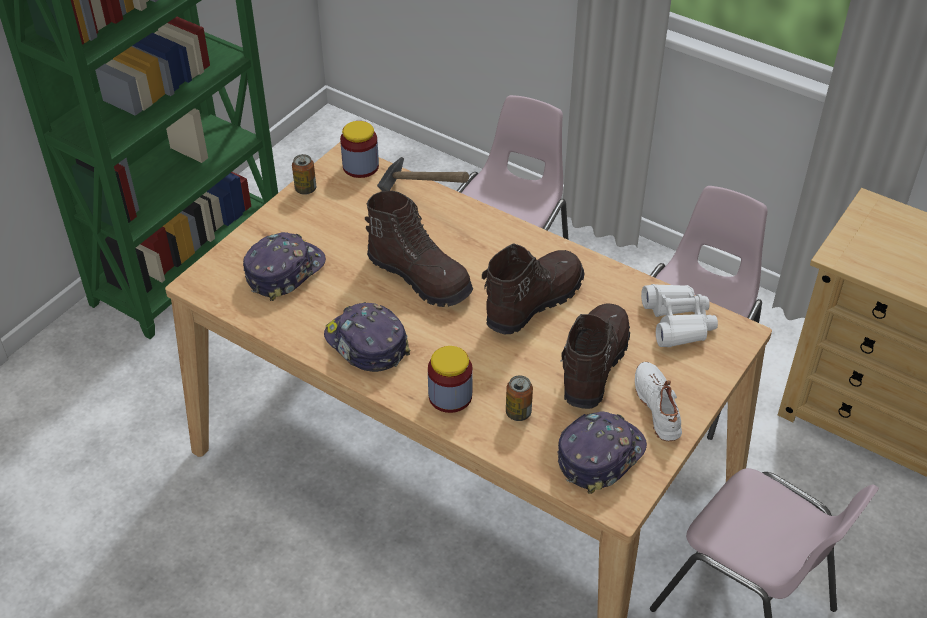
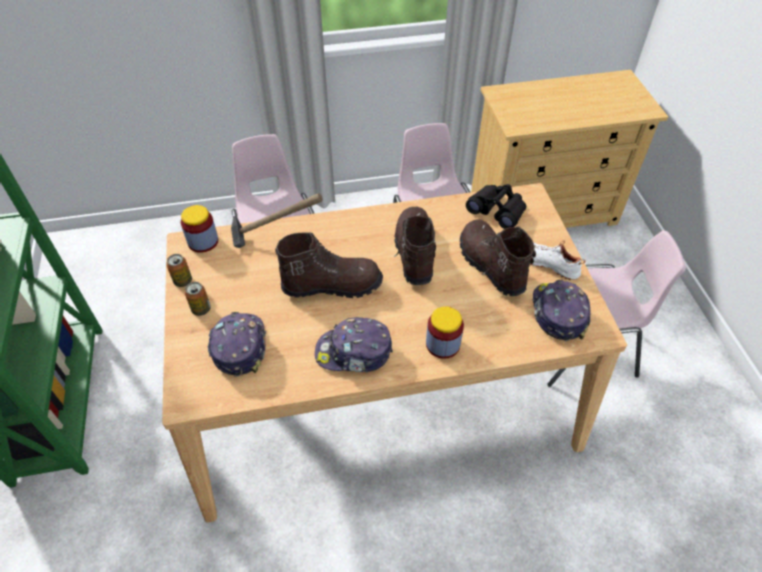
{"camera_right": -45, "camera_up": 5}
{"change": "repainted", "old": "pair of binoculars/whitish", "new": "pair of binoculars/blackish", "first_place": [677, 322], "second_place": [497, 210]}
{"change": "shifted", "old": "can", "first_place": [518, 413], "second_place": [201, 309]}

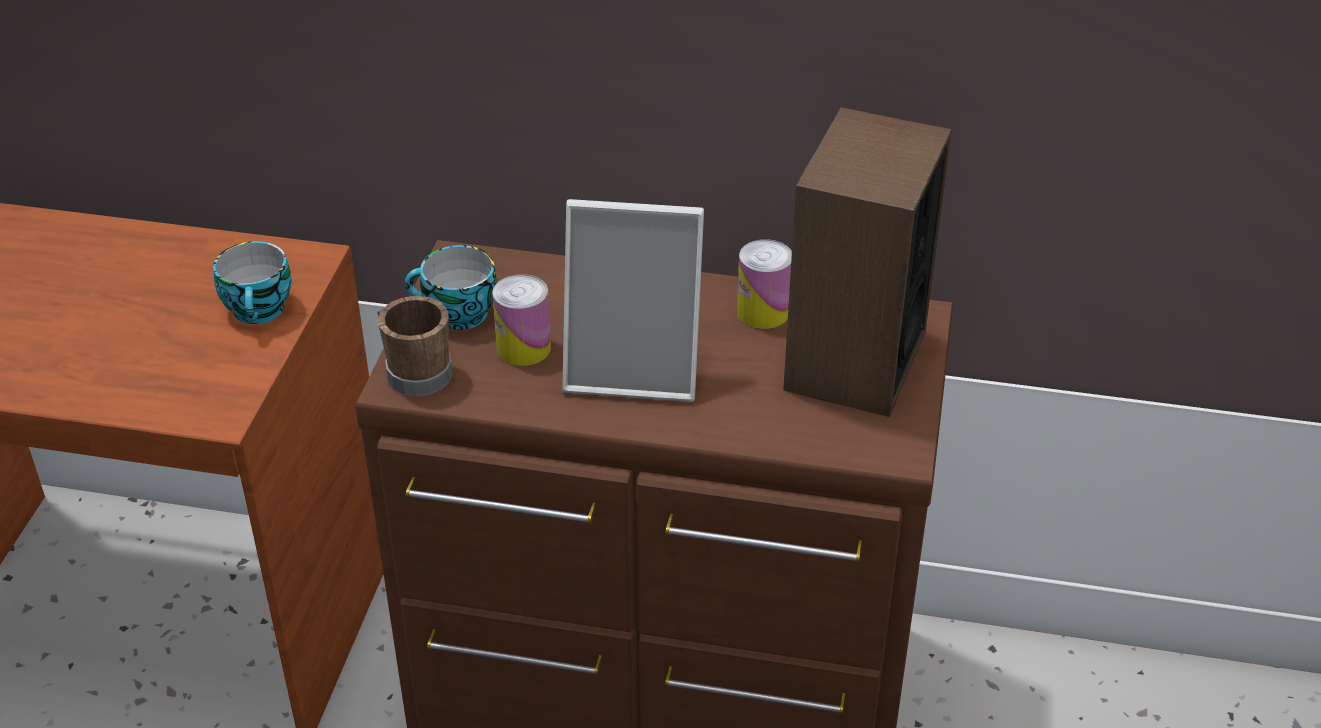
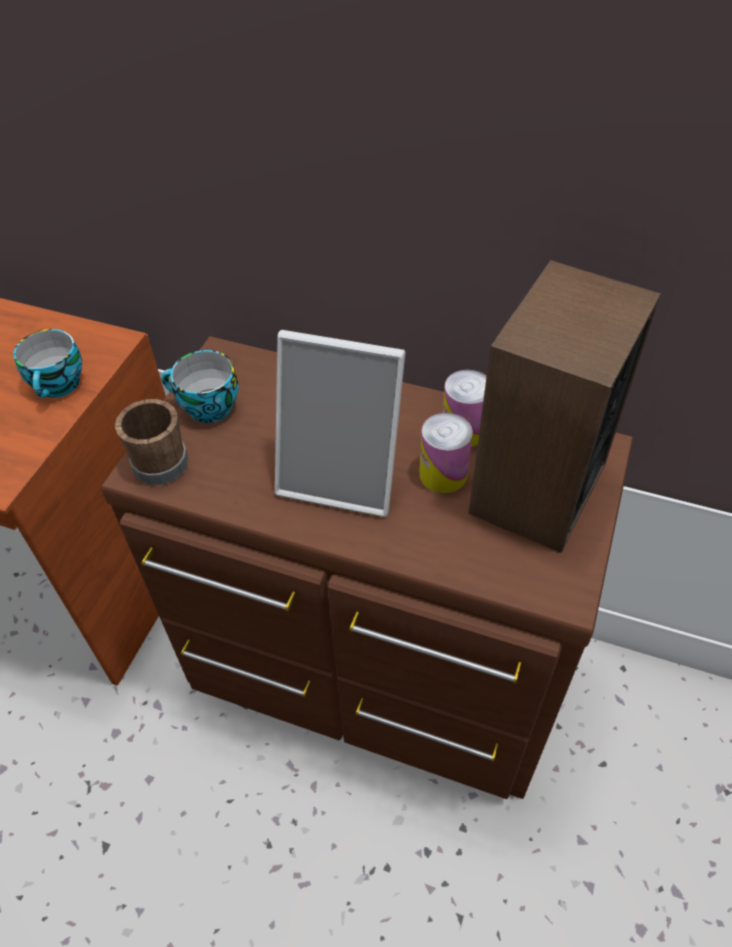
{"camera_right": 10, "camera_up": 10}
{"change": "shifted", "old": "can", "first_place": [523, 348], "second_place": [443, 474]}

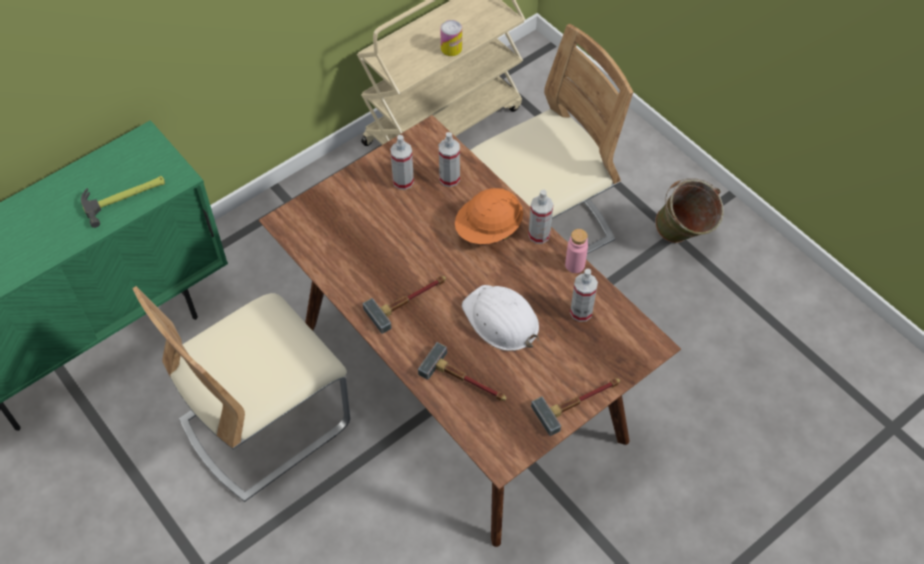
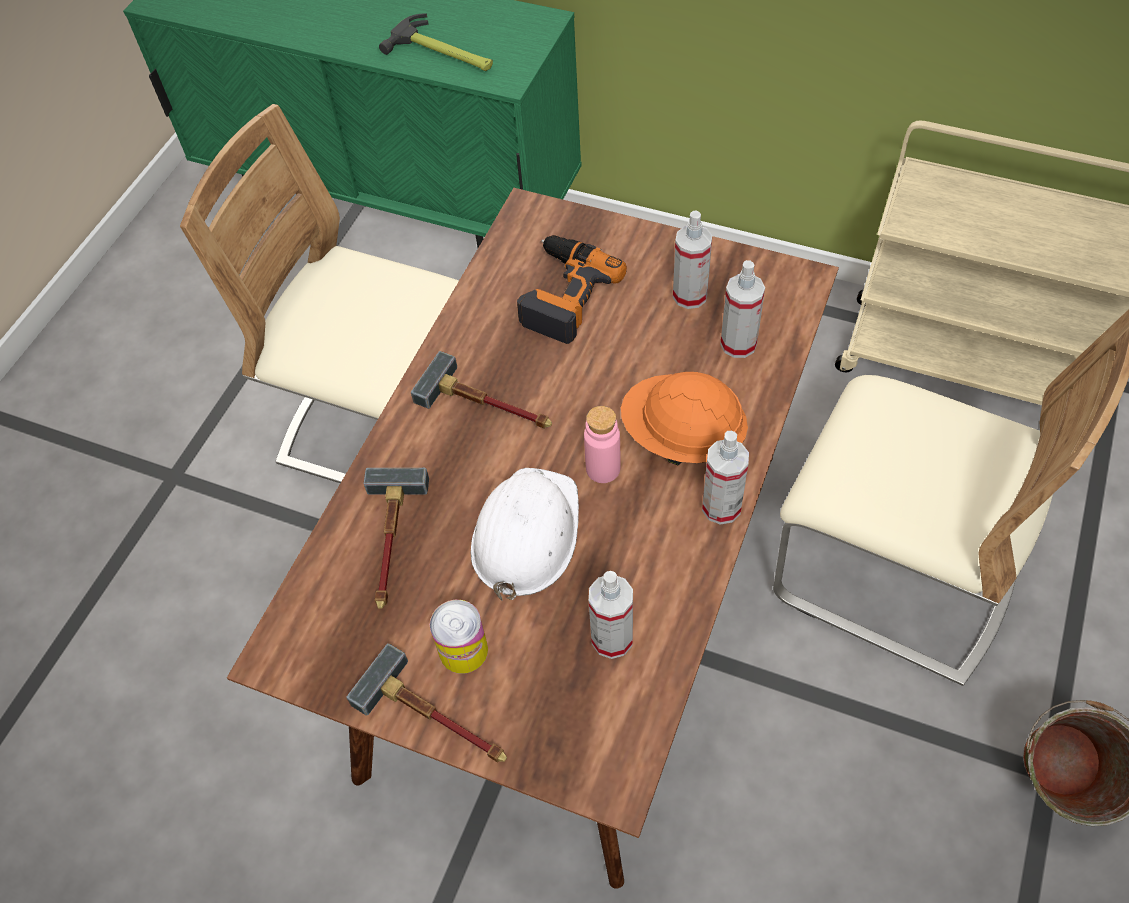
{"camera_right": 65, "camera_up": 0}
{"change": "shifted", "old": "can", "first_place": [451, 48], "second_place": [463, 650]}
{"change": "shifted", "old": "drink bottle/pinkish", "first_place": [575, 265], "second_place": [603, 469]}
{"change": "new", "new": "power drill", "second_place": [562, 294]}

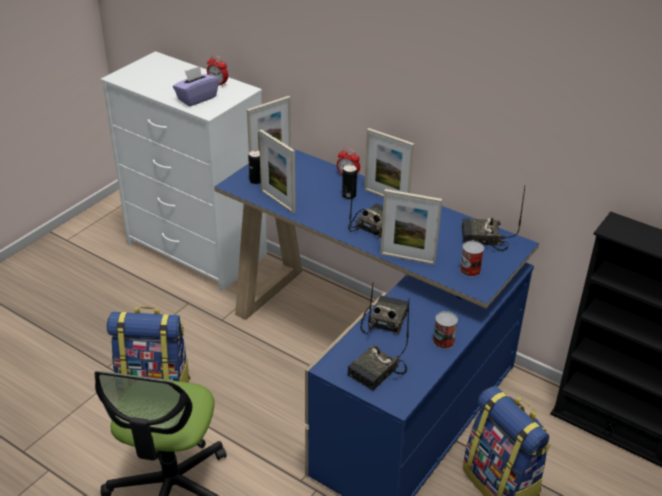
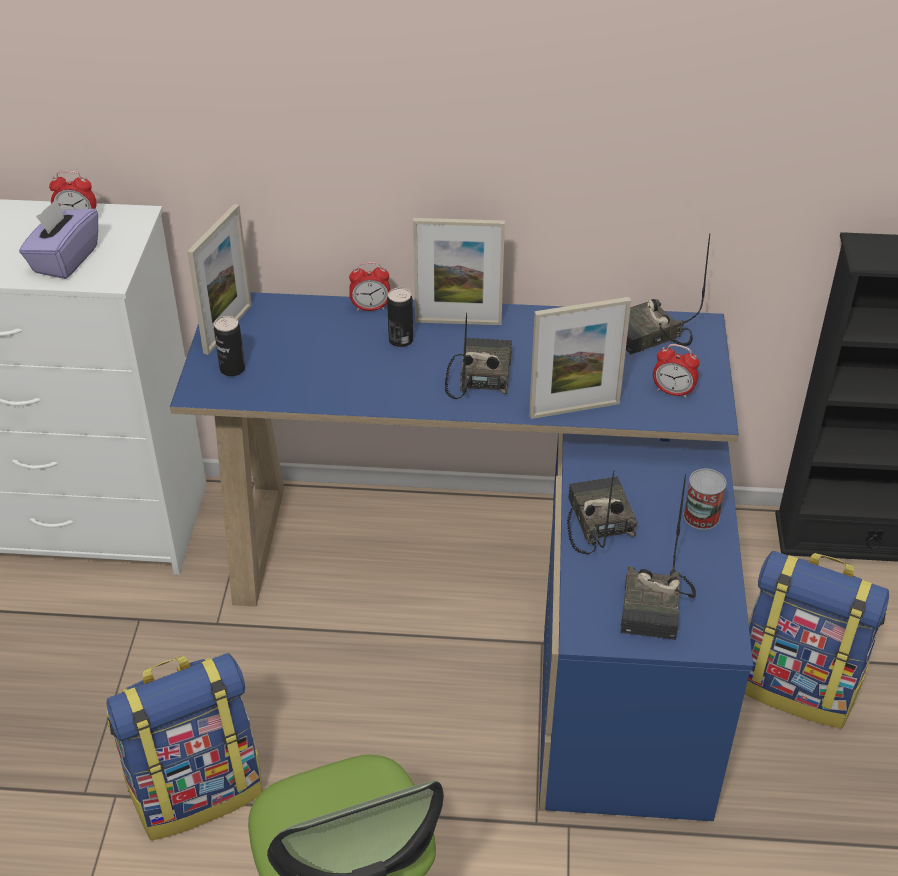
{"camera_right": -30, "camera_up": 5}
{"change": "gone", "old": "picture frame", "first_place": [278, 201]}
{"change": "swapped", "old": "can", "new": "alarm clock", "first_place": [470, 270], "second_place": [673, 392]}

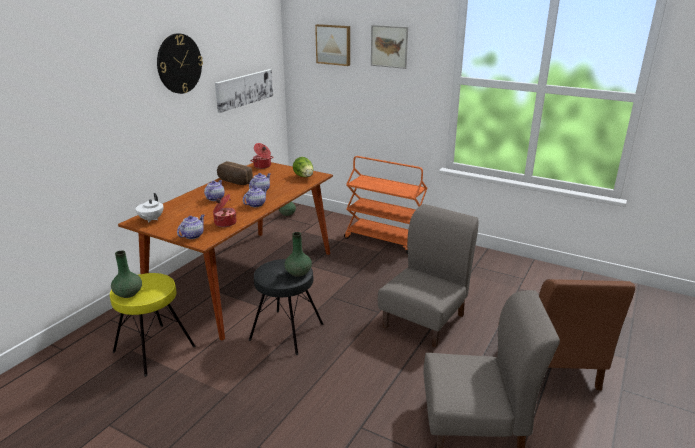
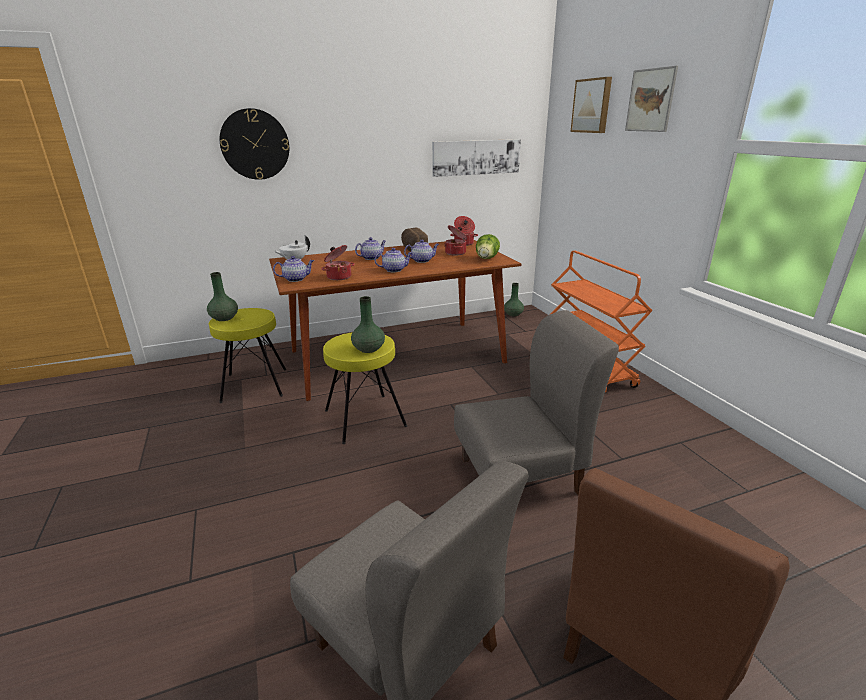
{"camera_right": 40, "camera_up": 0}
{"change": "shifted", "old": "clock on the wall", "first_place": [179, 63], "second_place": [255, 144]}
{"change": "repainted", "old": "sitting stool/blackish", "new": "sitting stool/yellow", "first_place": [287, 332], "second_place": [364, 418]}
{"change": "new", "new": "saucepot", "second_place": [456, 253]}

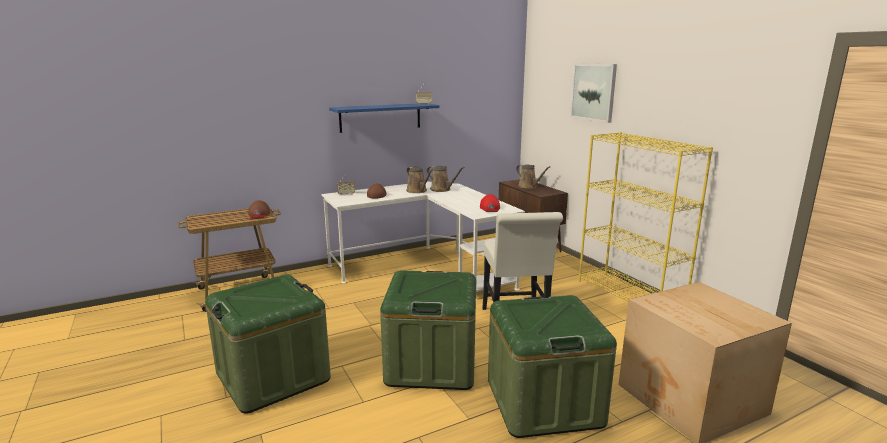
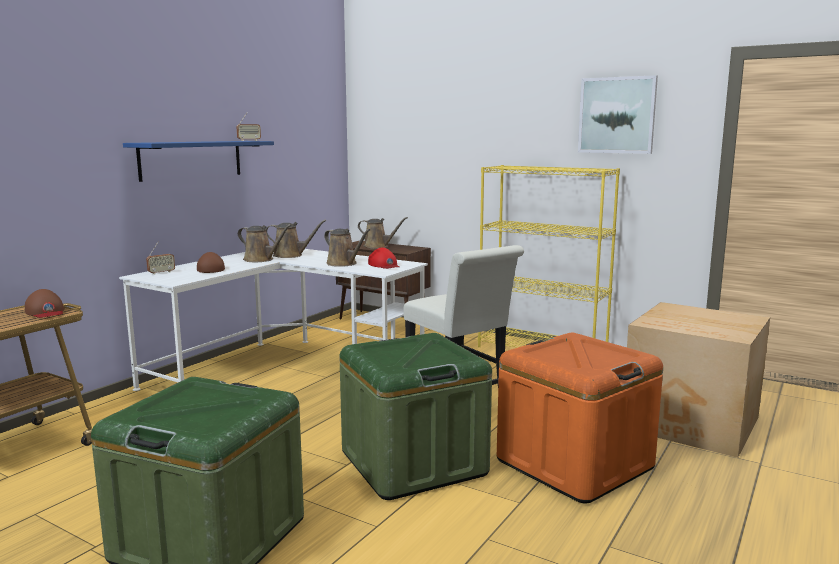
{"camera_right": -30, "camera_up": -5}
{"change": "shifted", "old": "wall art", "first_place": [593, 92], "second_place": [617, 115]}
{"change": "repainted", "old": "storage bin/green", "new": "storage bin/orangey", "first_place": [543, 402], "second_place": [574, 464]}
{"change": "new", "new": "watering pot/brown", "second_place": [343, 264]}

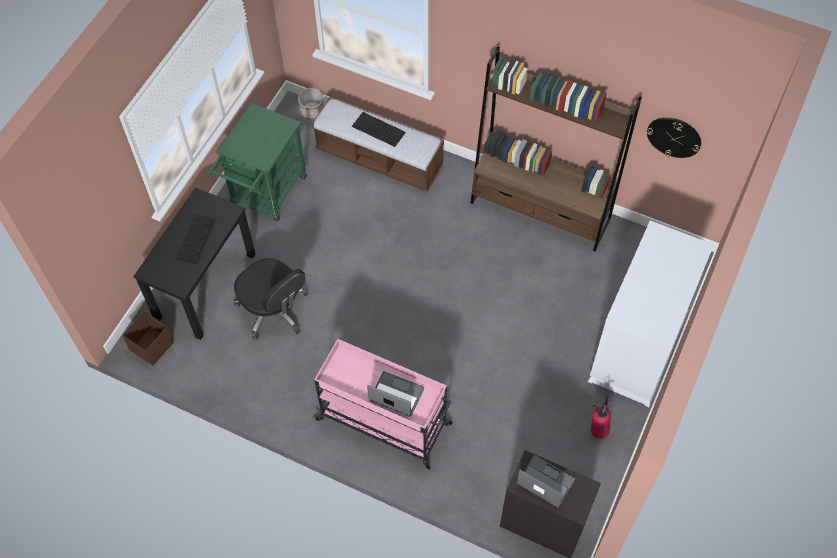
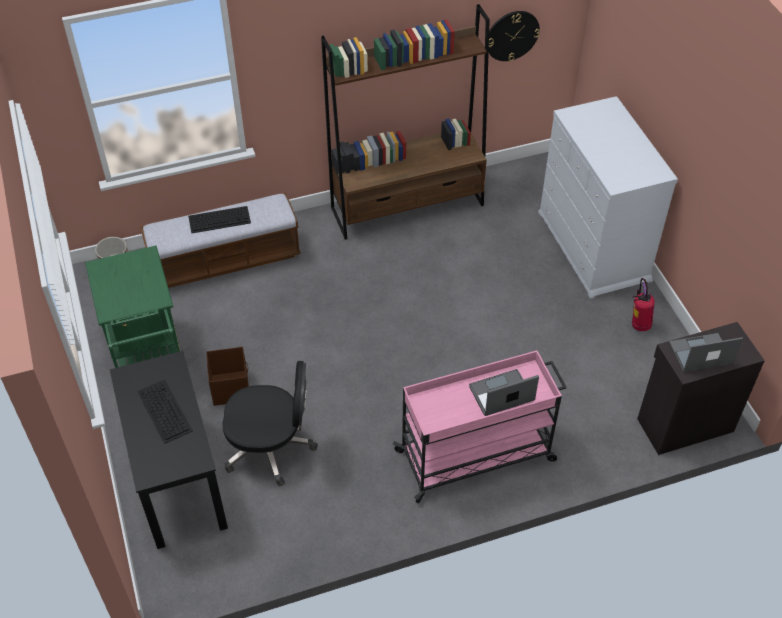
{"camera_right": -45, "camera_up": -10}
{"change": "shifted", "old": "storage bin/brown", "first_place": [153, 346], "second_place": [230, 387]}

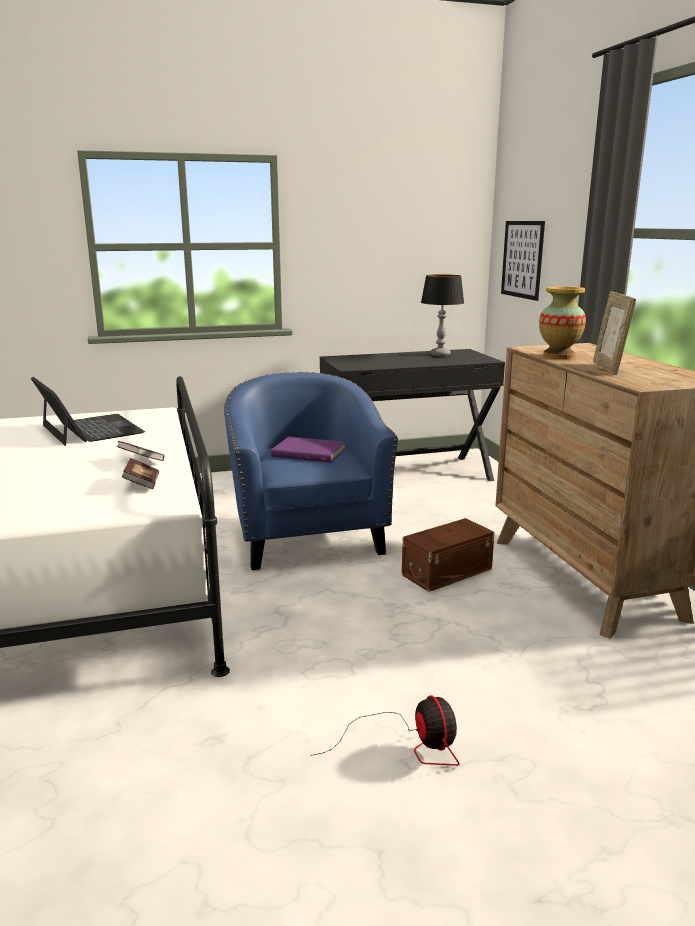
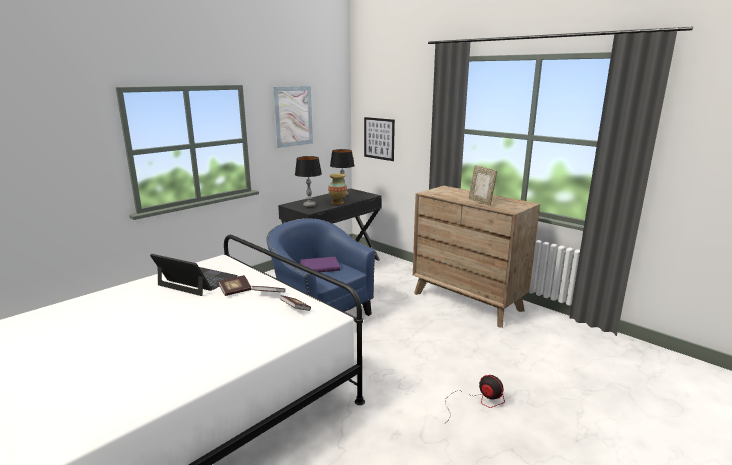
{"camera_right": -30, "camera_up": 0}
{"change": "shifted", "old": "vase", "first_place": [559, 356], "second_place": [338, 202]}
{"change": "gone", "old": "storage bin/brown", "first_place": [445, 572]}
{"change": "new", "new": "wall art", "second_place": [293, 116]}
{"change": "new", "new": "table lamp", "second_place": [309, 205]}
{"change": "new", "new": "book", "second_place": [235, 291]}

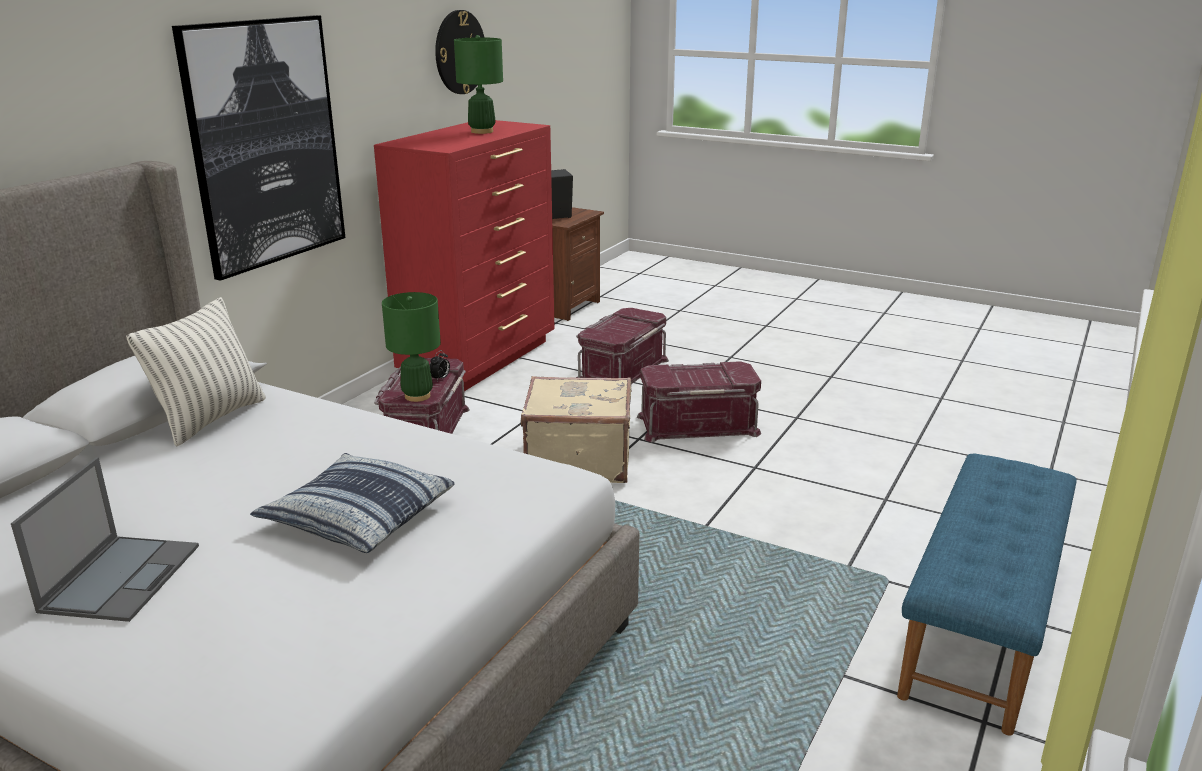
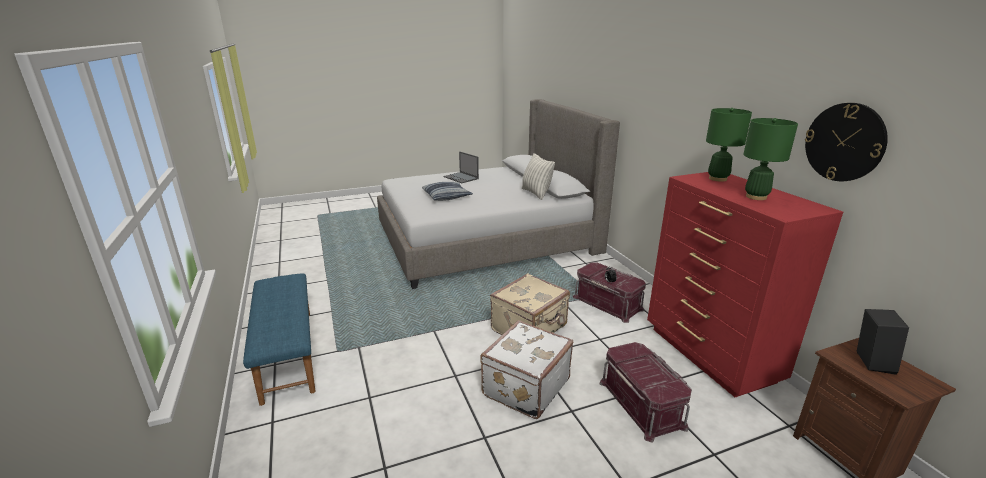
{"camera_right": 130, "camera_up": 0}
{"change": "gone", "old": "wall art", "first_place": [265, 144]}
{"change": "shifted", "old": "table lamp/green", "first_place": [417, 396], "second_place": [718, 179]}
{"change": "swapped", "old": "storage bin/red", "new": "piece of luggage/whitish", "first_place": [697, 424], "second_place": [524, 387]}

